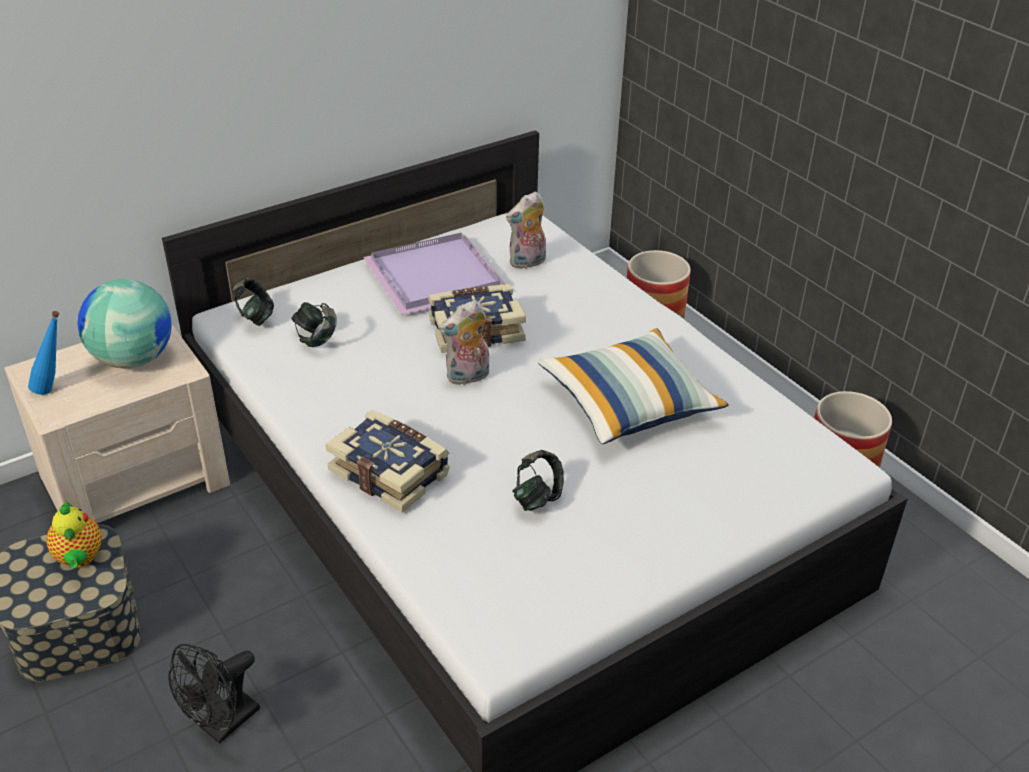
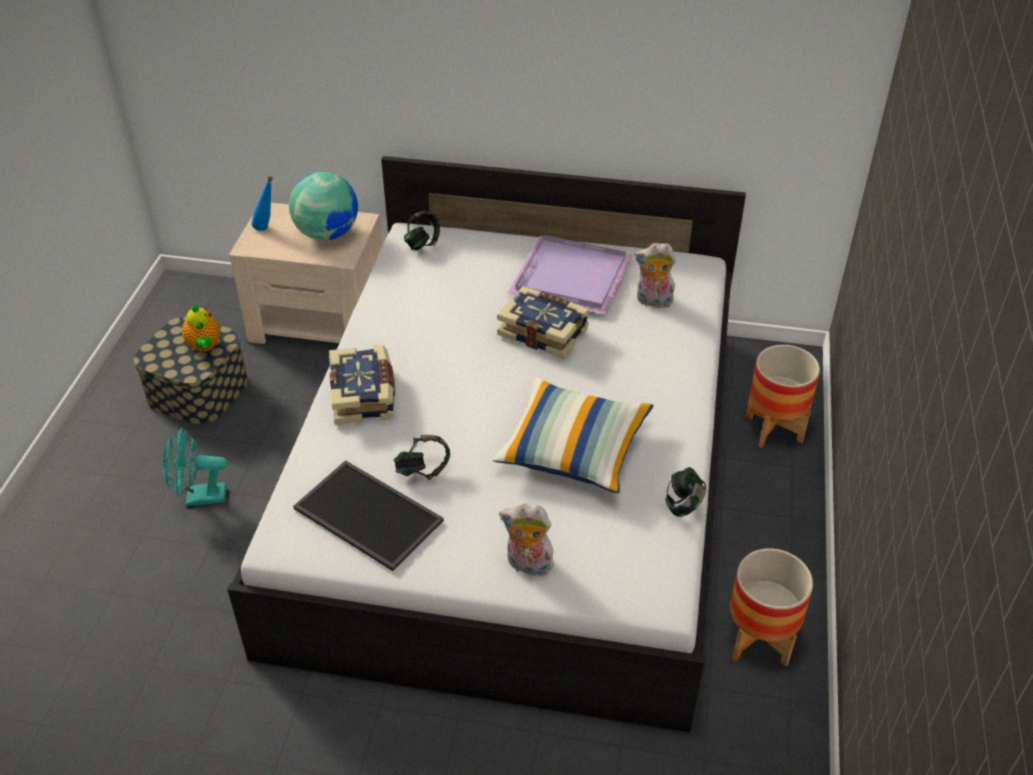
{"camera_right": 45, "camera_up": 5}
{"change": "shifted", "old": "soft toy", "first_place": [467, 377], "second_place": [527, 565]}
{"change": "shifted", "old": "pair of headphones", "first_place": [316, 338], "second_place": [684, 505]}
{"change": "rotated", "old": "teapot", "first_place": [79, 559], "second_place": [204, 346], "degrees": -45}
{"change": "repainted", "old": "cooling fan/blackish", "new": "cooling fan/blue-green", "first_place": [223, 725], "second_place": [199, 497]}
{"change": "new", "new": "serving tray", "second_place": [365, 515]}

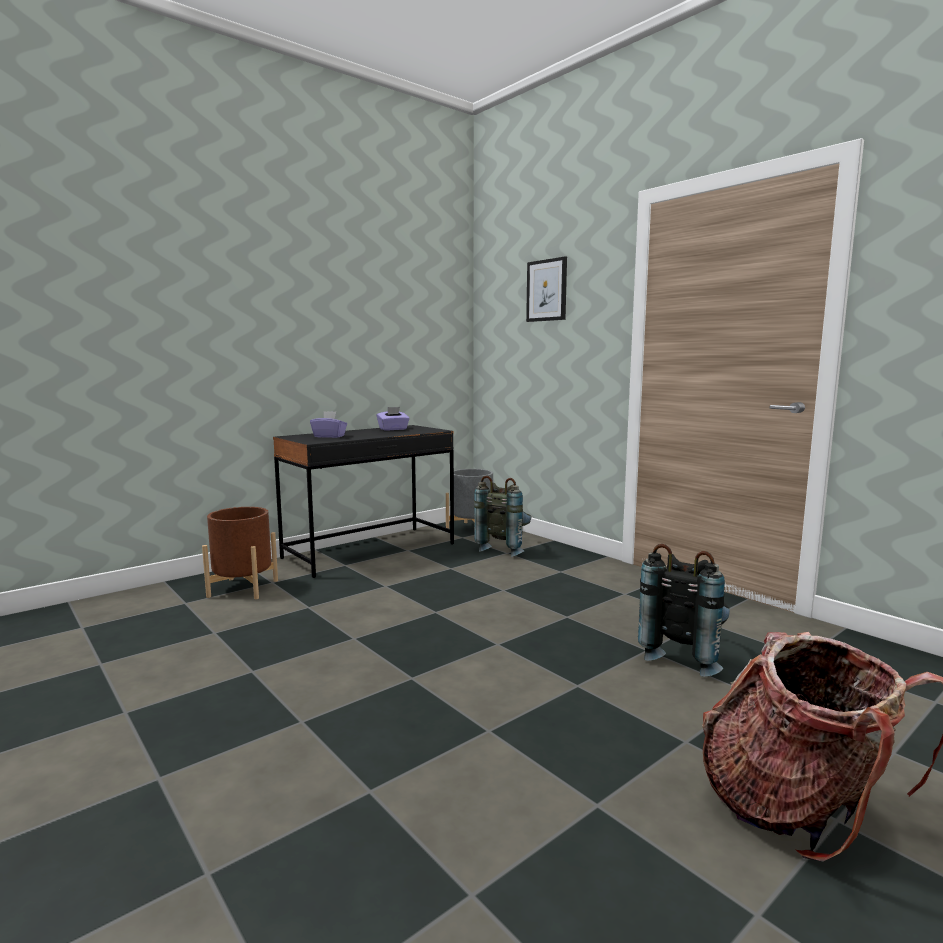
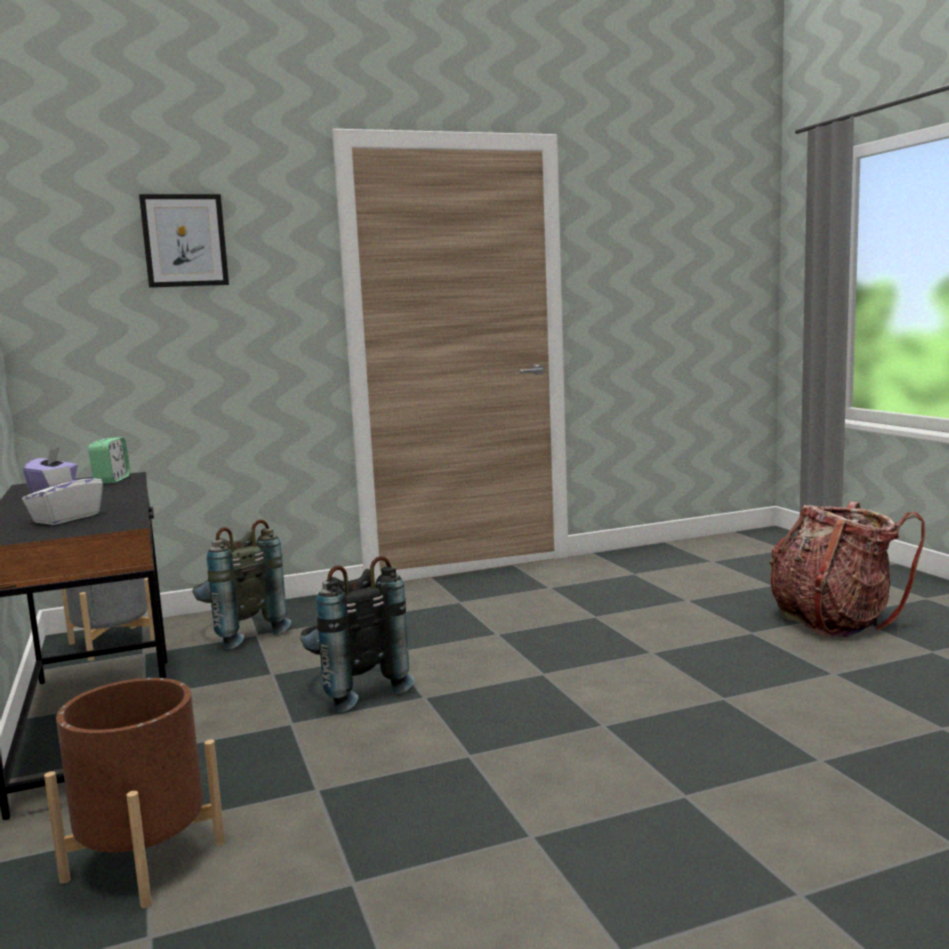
{"camera_right": -70, "camera_up": 0}
{"change": "repainted", "old": "tissue box/purple", "new": "tissue box/whitish", "first_place": [329, 436], "second_place": [66, 518]}
{"change": "shifted", "old": "backpack/blackish", "first_place": [684, 655], "second_place": [352, 690]}
{"change": "new", "new": "alarm clock", "second_place": [112, 480]}

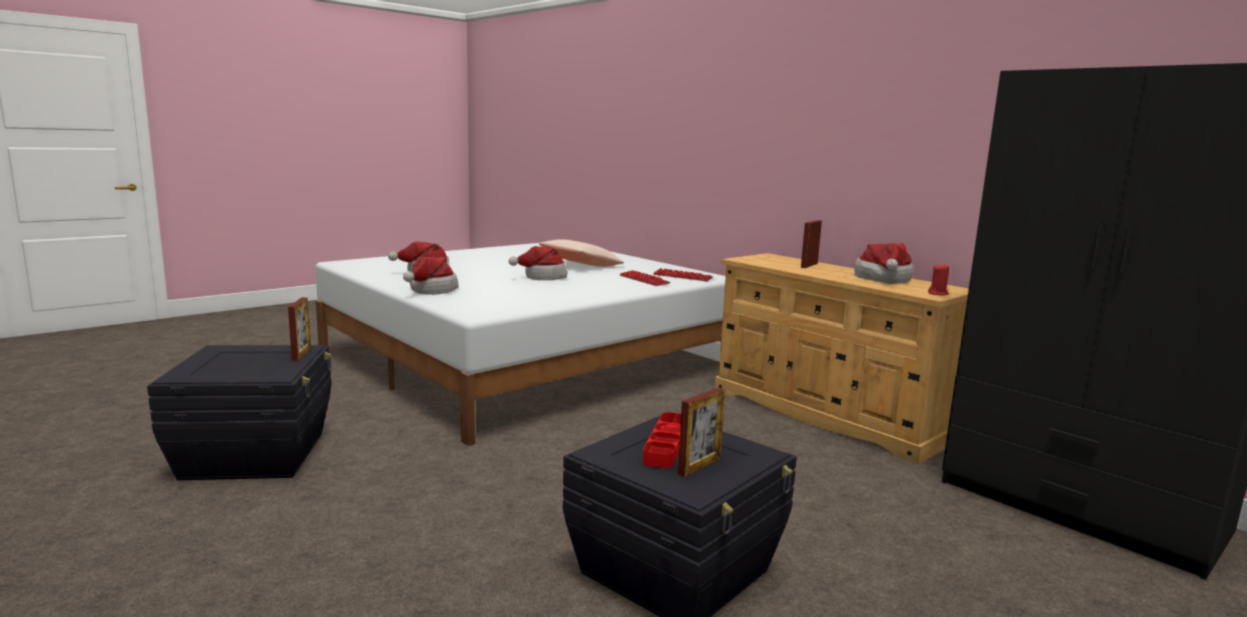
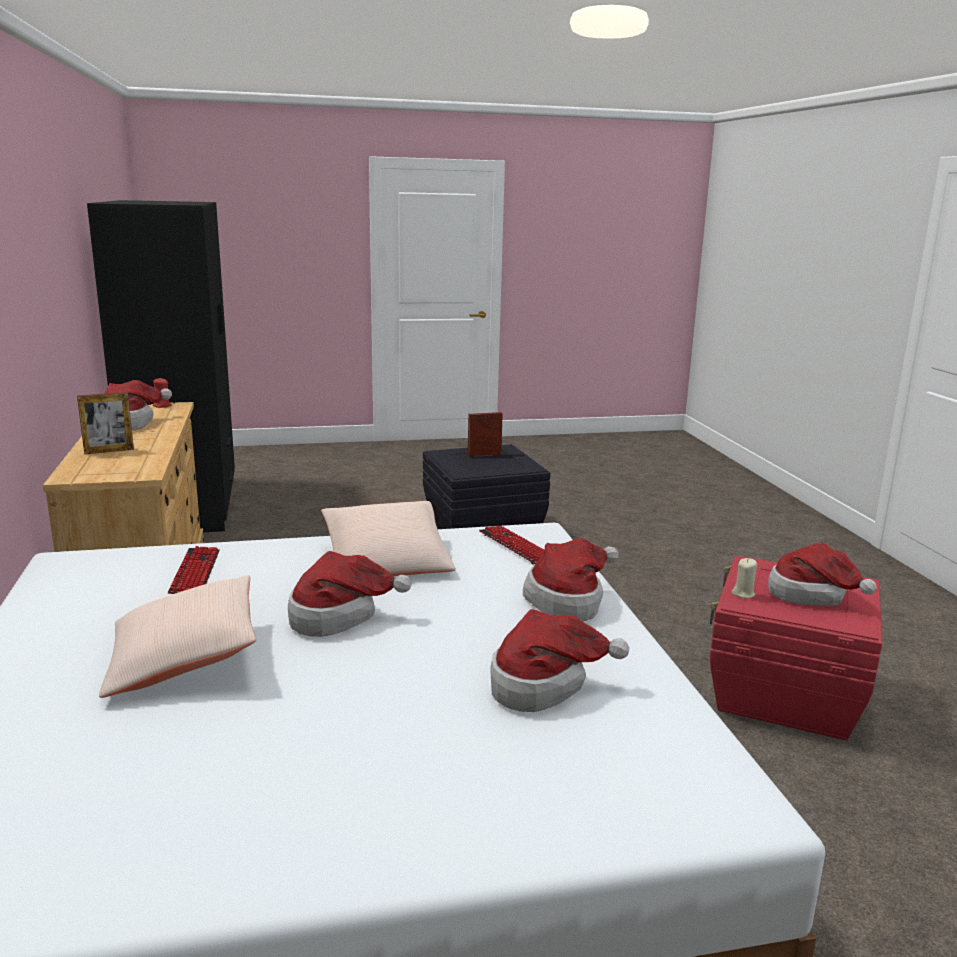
{"camera_right": -150, "camera_up": 5}
{"change": "shifted", "old": "computer keyboard", "first_place": [682, 277], "second_place": [517, 547]}
{"change": "swapped", "old": "picture frame", "new": "wax light/sand-coloured", "first_place": [301, 354], "second_place": [743, 593]}
{"change": "repainted", "old": "storage bin/blackish", "new": "storage bin/red", "first_place": [256, 455], "second_place": [783, 694]}
{"change": "gone", "old": "serving tray/red", "first_place": [666, 445]}
{"change": "new", "new": "throw pillow/sand-coloured", "second_place": [386, 561]}
{"change": "new", "new": "clothing hat", "second_place": [812, 595]}

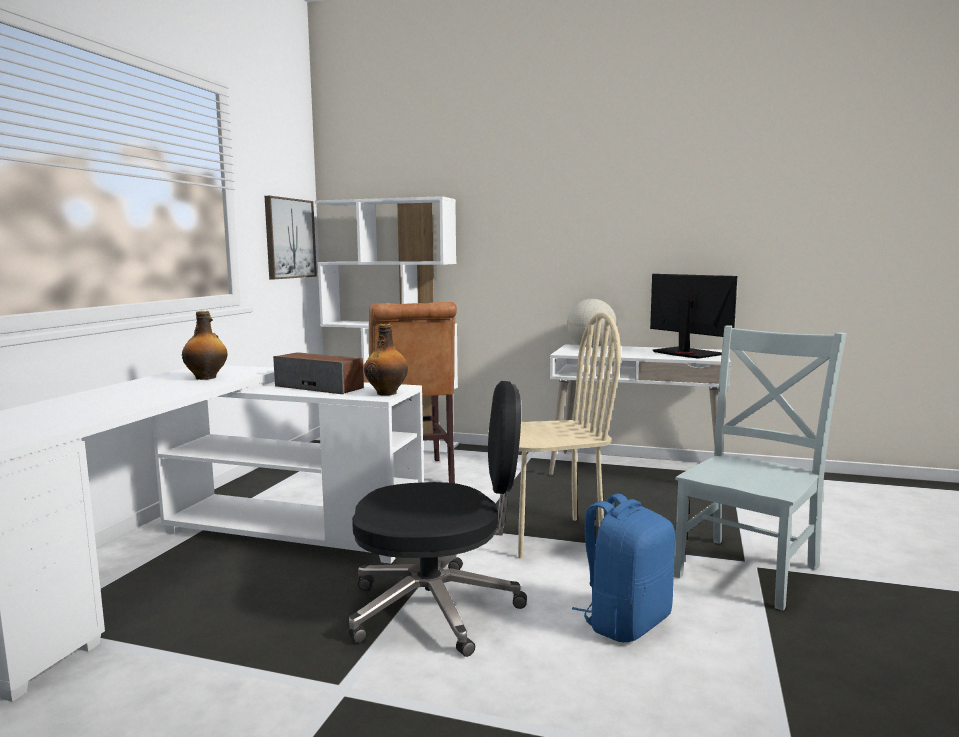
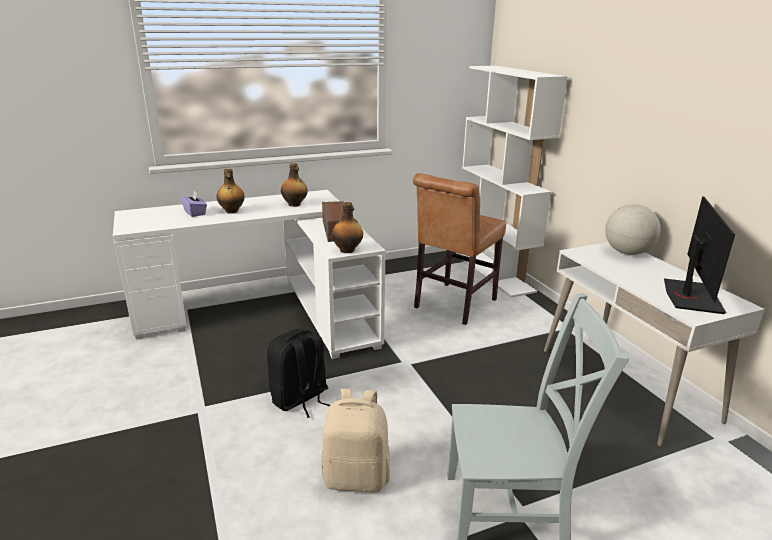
{"camera_right": 50, "camera_up": 15}
{"change": "gone", "old": "wall art", "first_place": [289, 238]}
{"change": "gone", "old": "upright chair/sand-coloured", "first_place": [549, 537]}
{"change": "swapped", "old": "office chair/blackish", "new": "backpack/blackish", "first_place": [438, 608], "second_place": [300, 399]}
{"change": "repainted", "old": "backpack/bluish", "new": "backpack/sand-coloured", "first_place": [625, 622], "second_place": [356, 477]}
{"change": "new", "new": "drink bottle", "second_place": [231, 211]}
{"change": "new", "new": "tissue box/purple", "second_place": [195, 213]}

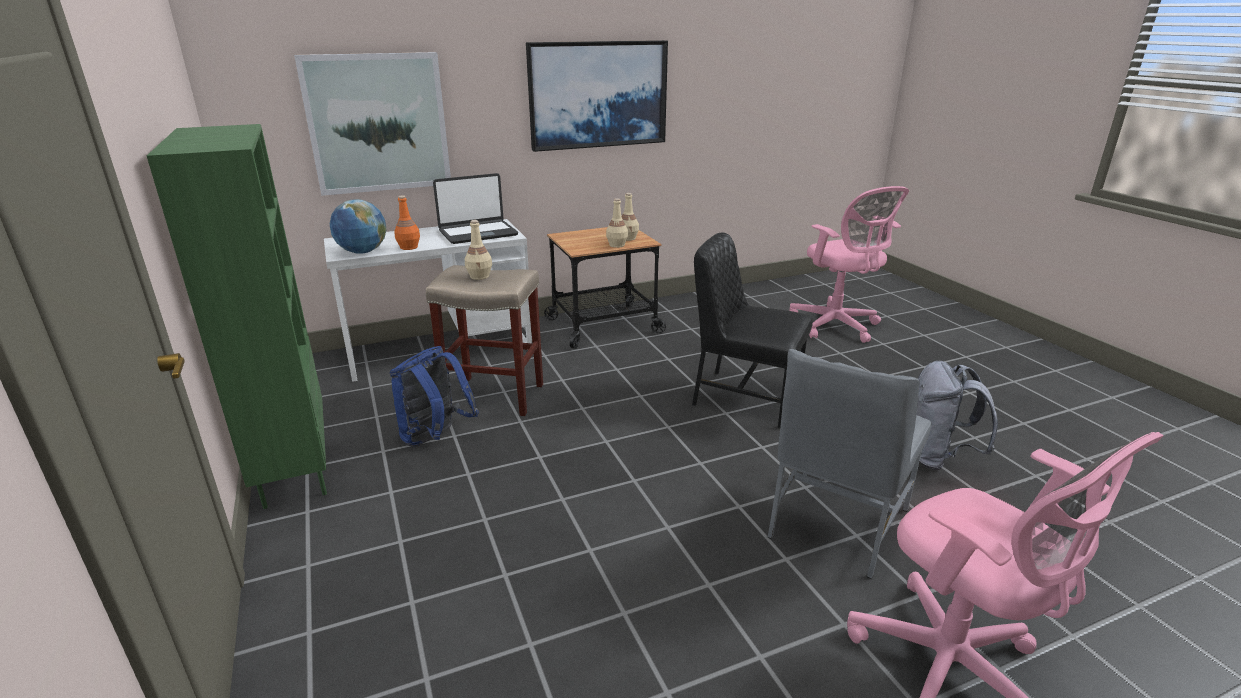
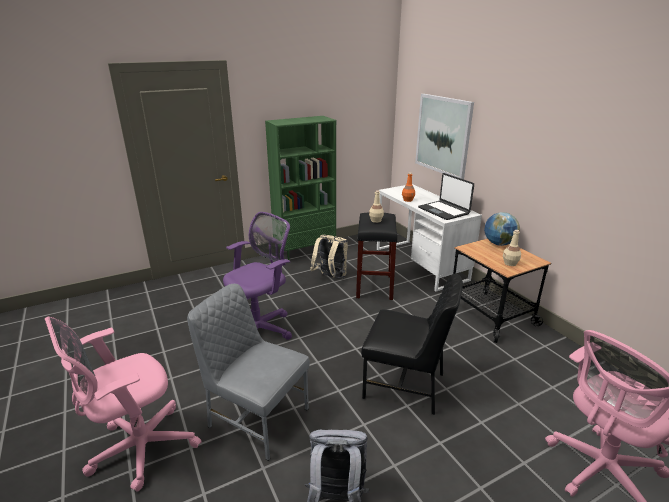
{"camera_right": 85, "camera_up": 0}
{"change": "gone", "old": "wall art", "first_place": [598, 95]}
{"change": "gone", "old": "drink bottle/sand-coloured", "first_place": [616, 245]}
{"change": "shifted", "old": "globe", "first_place": [362, 252], "second_place": [498, 244]}
{"change": "rotated", "old": "upright chair/blackish", "first_place": [744, 397], "second_place": [406, 385], "degrees": 90}
{"change": "repainted", "old": "sitting stool/sand-coloured", "new": "sitting stool/blackish", "first_place": [492, 396], "second_place": [374, 286]}
{"change": "repainted", "old": "backpack/bluish", "new": "backpack/sand-coloured", "first_place": [435, 438], "second_place": [330, 277]}
{"change": "new", "new": "office chair/purple", "second_place": [260, 329]}

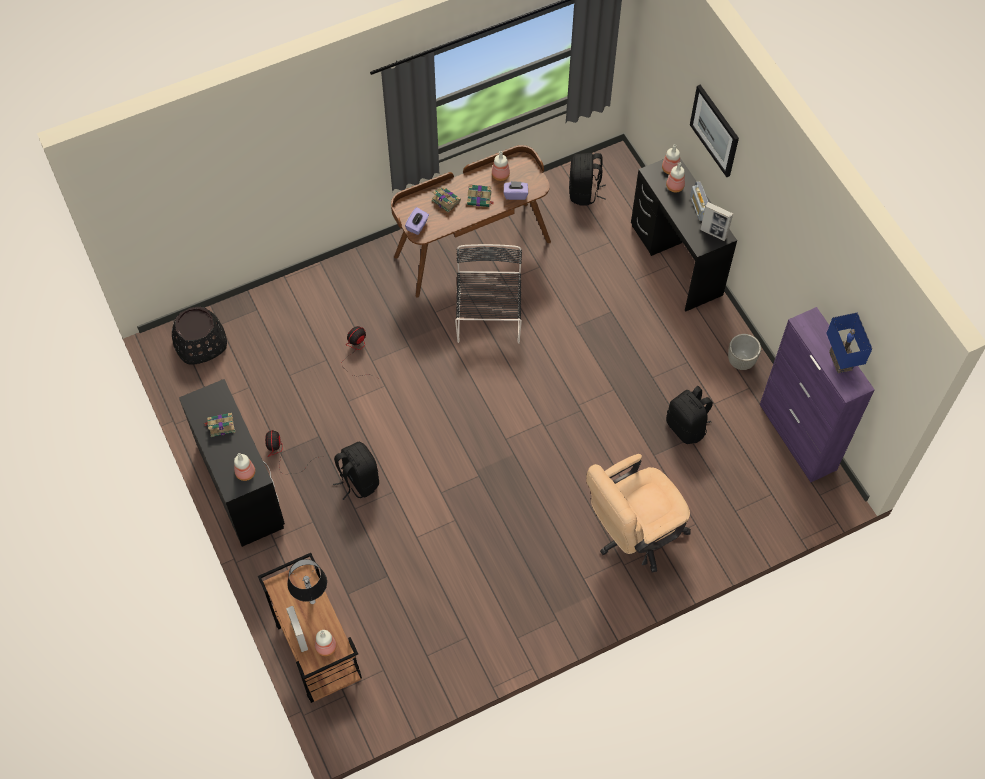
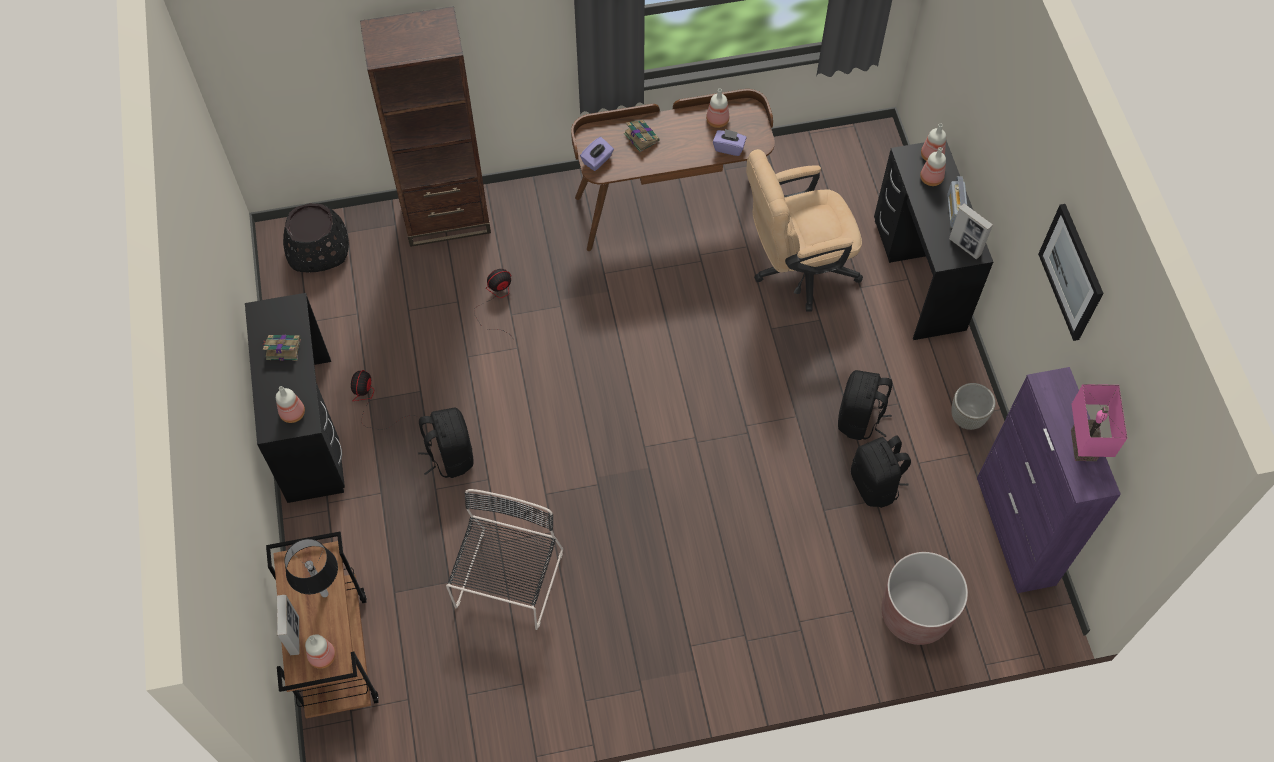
{"camera_right": 15, "camera_up": 0}
{"change": "shifted", "old": "wall art", "first_place": [715, 130], "second_place": [1072, 272]}
{"change": "shifted", "old": "backpack/blackish", "first_place": [584, 192], "second_place": [859, 419]}
{"change": "gone", "old": "book", "first_place": [479, 199]}
{"change": "shifted", "old": "upright chair/blackish", "first_place": [488, 319], "second_place": [508, 583]}
{"change": "repainted", "old": "table lamp/bluish", "new": "table lamp/pinkish", "first_place": [842, 361], "second_place": [1085, 446]}
{"change": "shifted", "old": "office chair/sand-coloured", "first_place": [633, 535], "second_place": [796, 269]}
{"change": "new", "new": "shelving unit/brown", "second_place": [446, 217]}
{"change": "new", "new": "planter/brown", "second_place": [915, 613]}

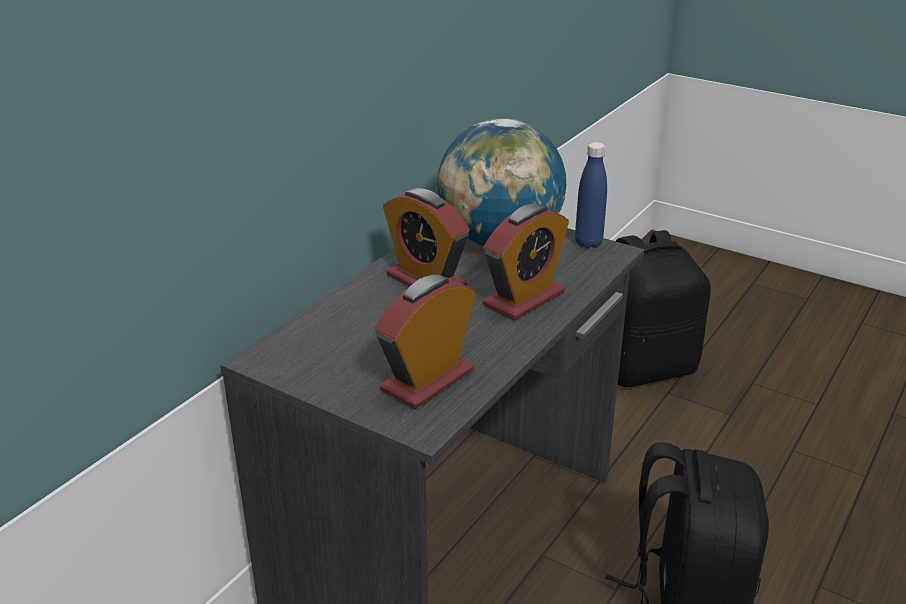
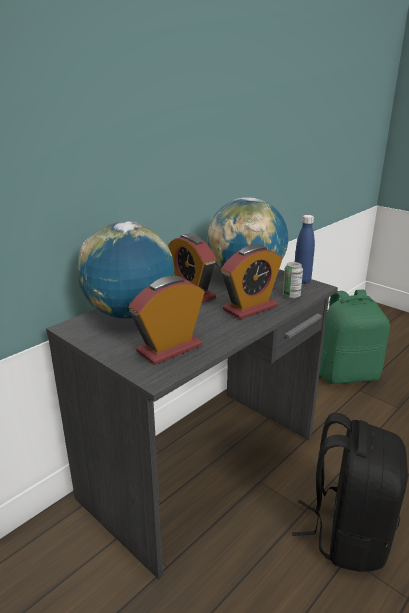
{"camera_right": 10, "camera_up": -5}
{"change": "repainted", "old": "backpack/blackish", "new": "backpack/green", "first_place": [644, 367], "second_place": [346, 374]}
{"change": "new", "new": "globe", "second_place": [129, 313]}
{"change": "new", "new": "can", "second_place": [291, 296]}

